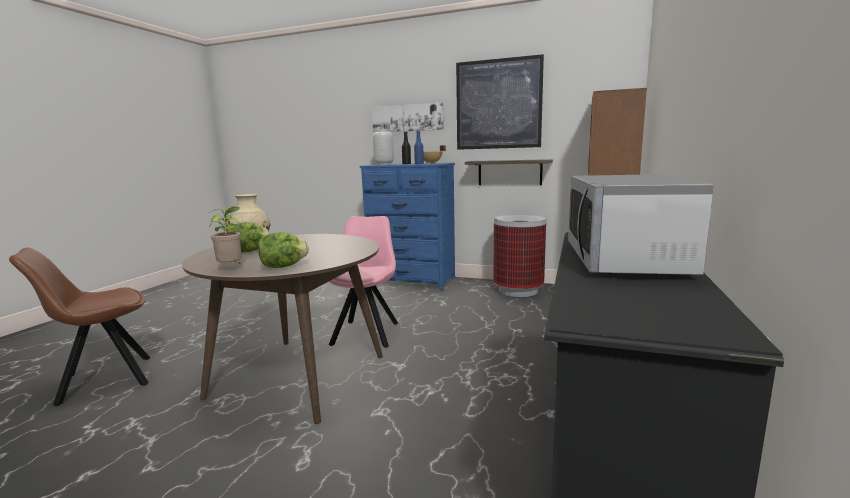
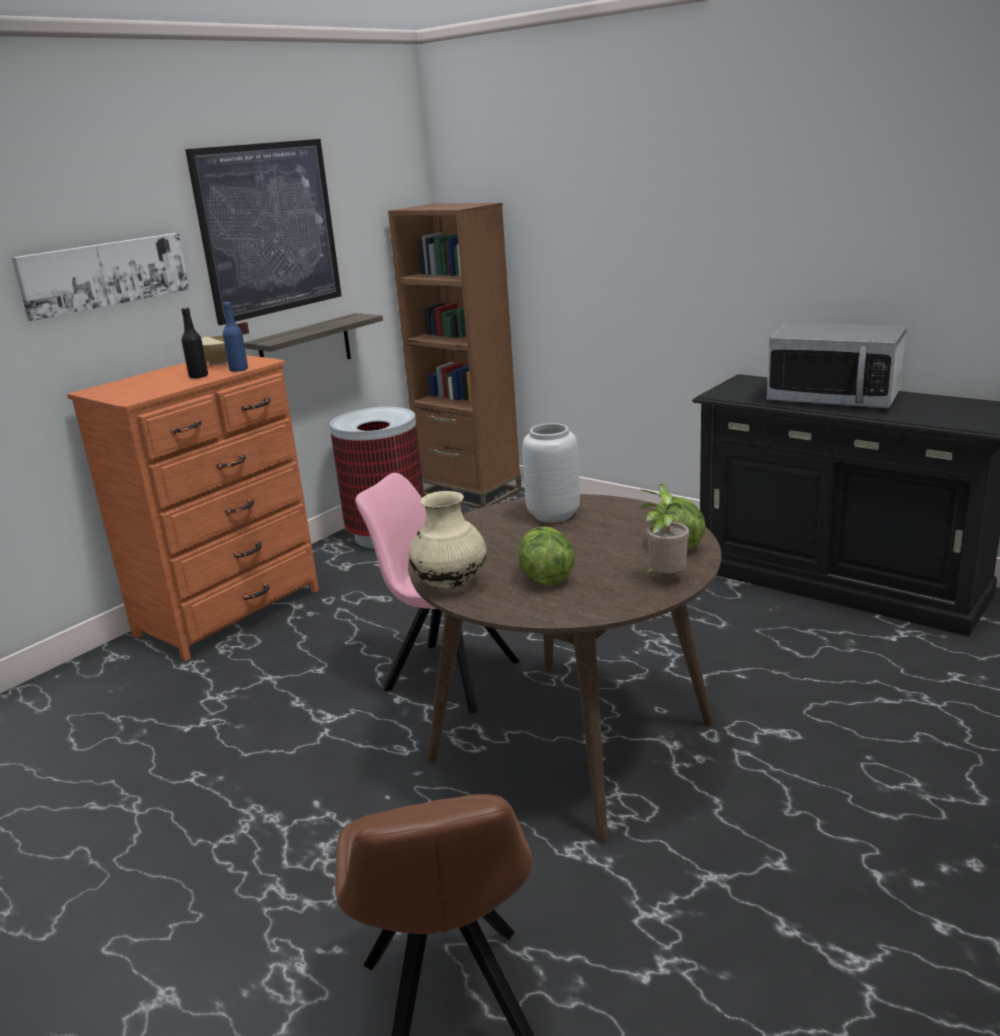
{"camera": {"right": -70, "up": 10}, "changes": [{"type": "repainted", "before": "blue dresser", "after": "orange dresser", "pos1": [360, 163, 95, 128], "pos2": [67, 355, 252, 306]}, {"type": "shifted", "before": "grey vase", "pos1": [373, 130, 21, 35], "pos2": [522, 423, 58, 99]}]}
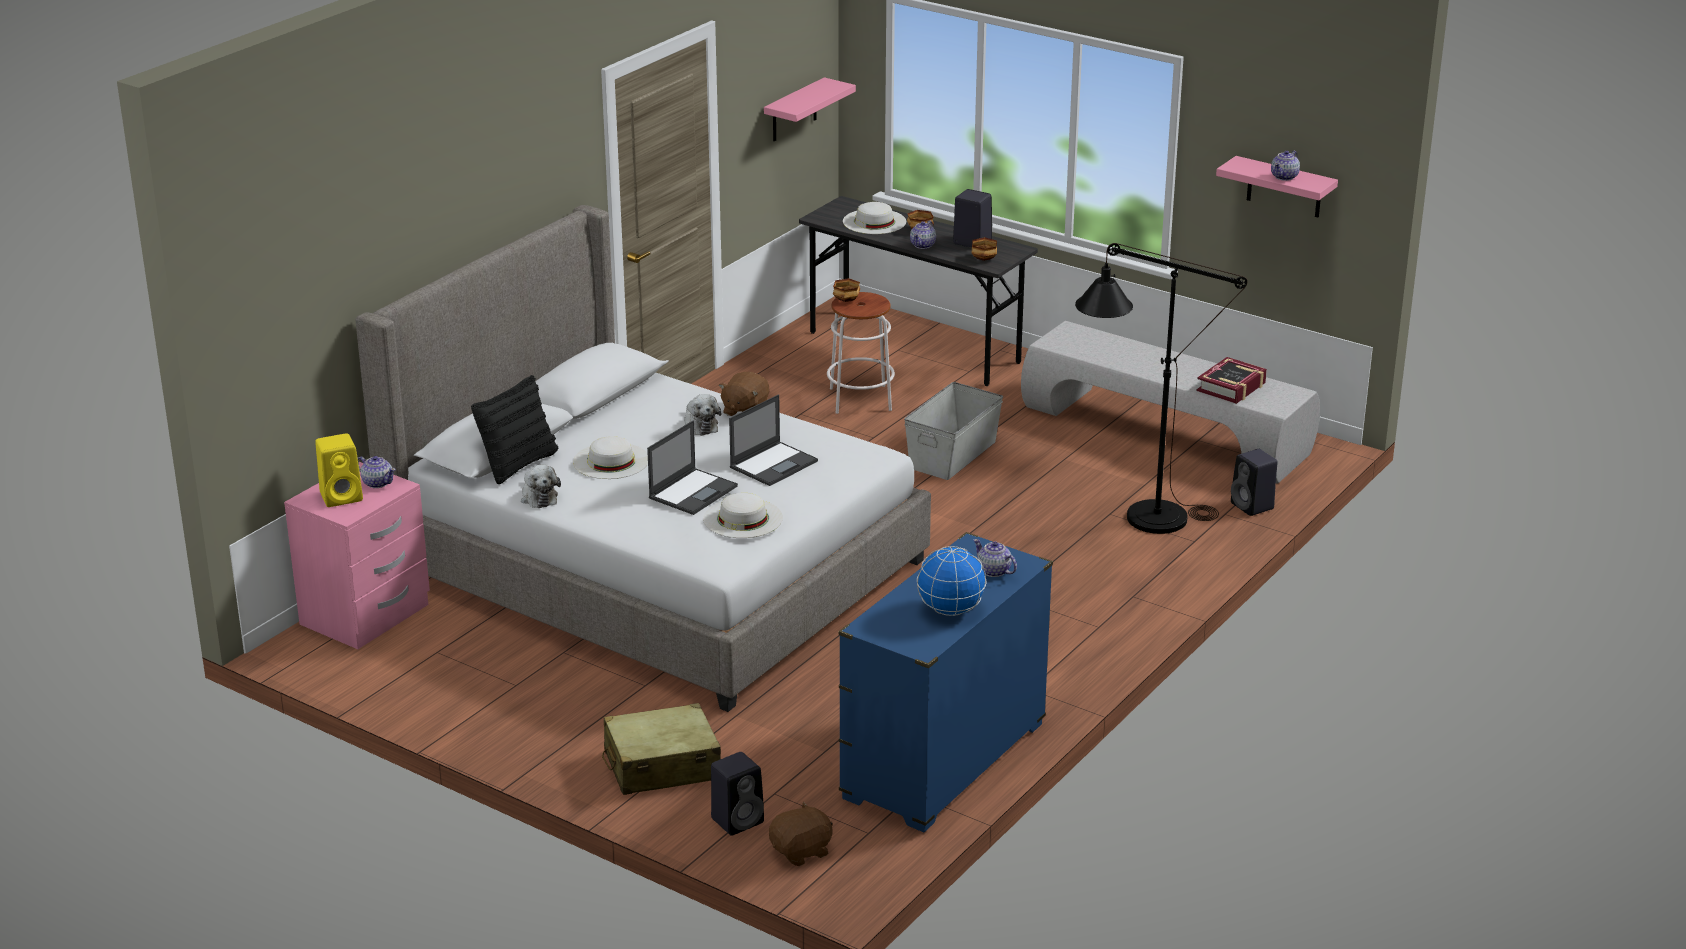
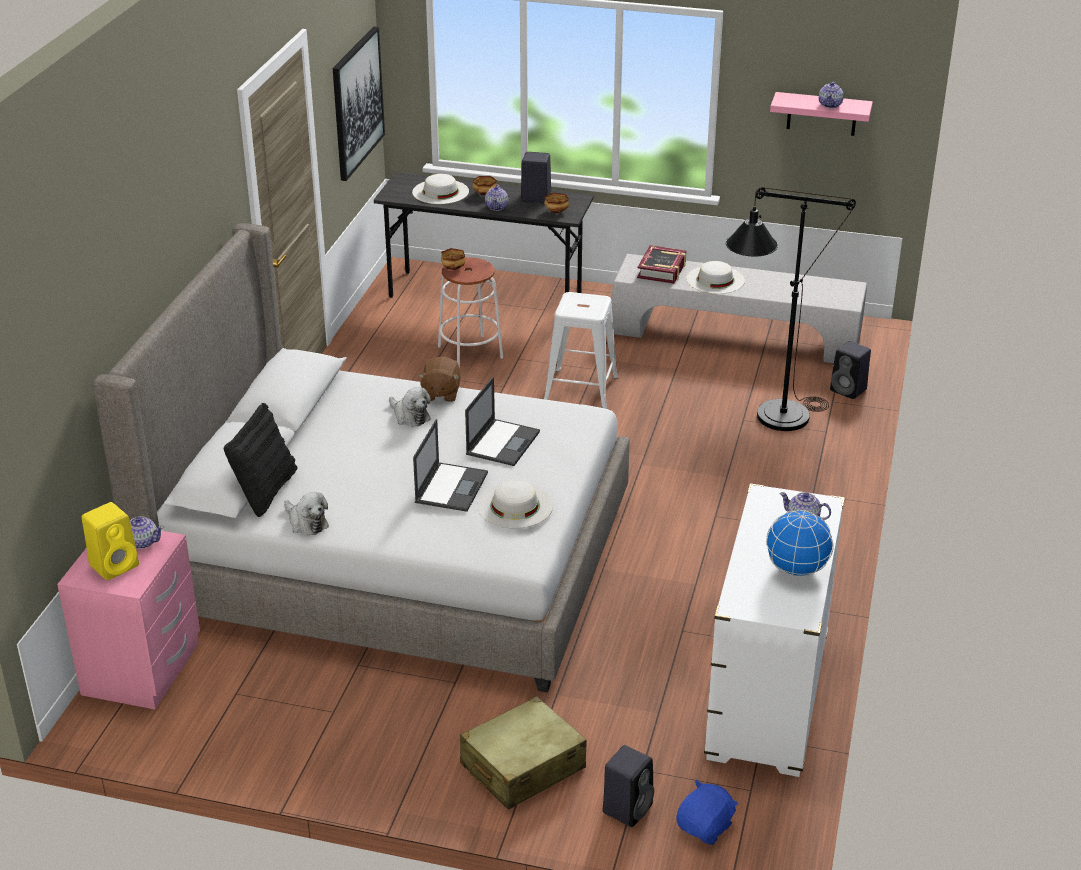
{"camera": {"right": -20, "up": 5}, "changes": [{"type": "swapped", "before": "pink shelf", "after": "picture", "pos1": [764, 77, 92, 64], "pos2": [333, 26, 52, 155]}, {"type": "swapped", "before": "grey storage box", "after": "white stool", "pos1": [904, 382, 99, 98], "pos2": [544, 292, 74, 117]}, {"type": "shifted", "before": "book", "pos1": [1197, 357, 70, 47], "pos2": [637, 245, 50, 39]}, {"type": "repainted", "before": "brown plush toy", "after": "blue plush toy", "pos1": [769, 802, 64, 65], "pos2": [677, 780, 61, 65]}, {"type": "shifted", "before": "white hat", "pos1": [573, 436, 75, 43], "pos2": [686, 261, 59, 33]}, {"type": "repainted", "before": "blue dresser", "after": "white dresser", "pos1": [839, 532, 214, 300], "pos2": [704, 483, 141, 294]}]}
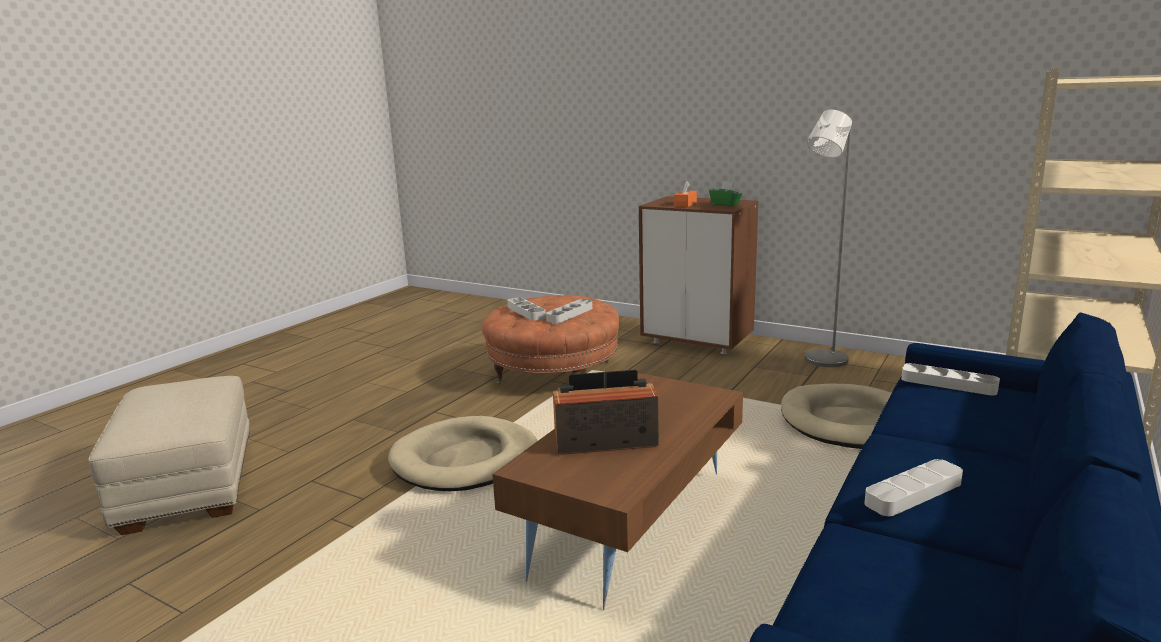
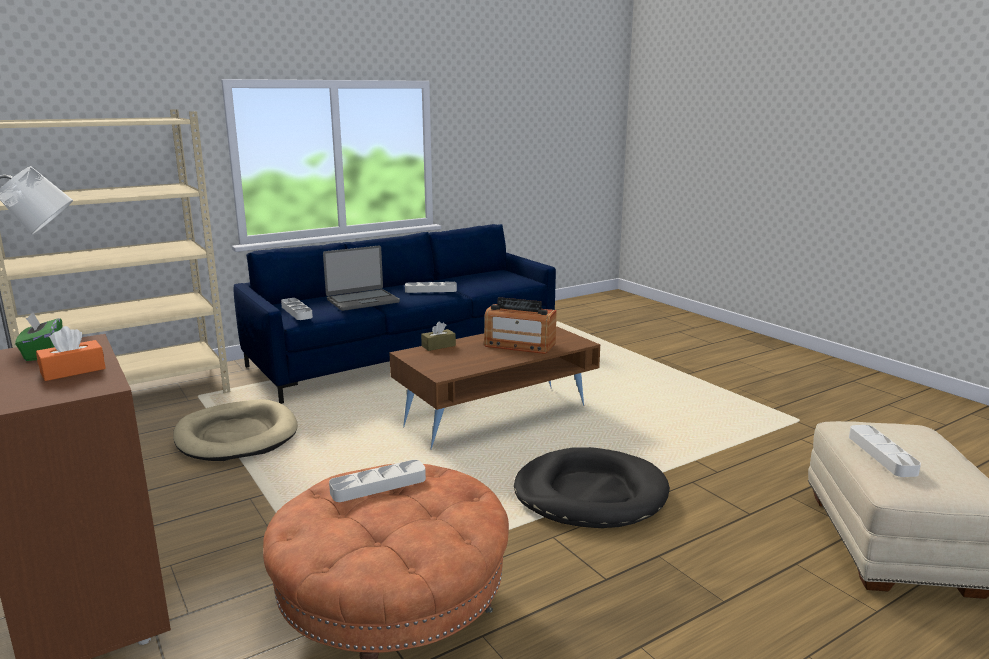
{"camera": {"right": -155, "up": 0}, "changes": [{"type": "new", "after": "laptop", "pos2": [323, 246, 77, 65]}, {"type": "new", "after": "brown tissue box", "pos2": [421, 321, 35, 30]}, {"type": "repainted", "before": "beige dog bed", "after": "black dog bed", "pos1": [388, 416, 150, 75], "pos2": [514, 447, 156, 81]}, {"type": "shifted", "before": "grey tray", "pos1": [507, 297, 39, 24], "pos2": [849, 425, 72, 52]}]}
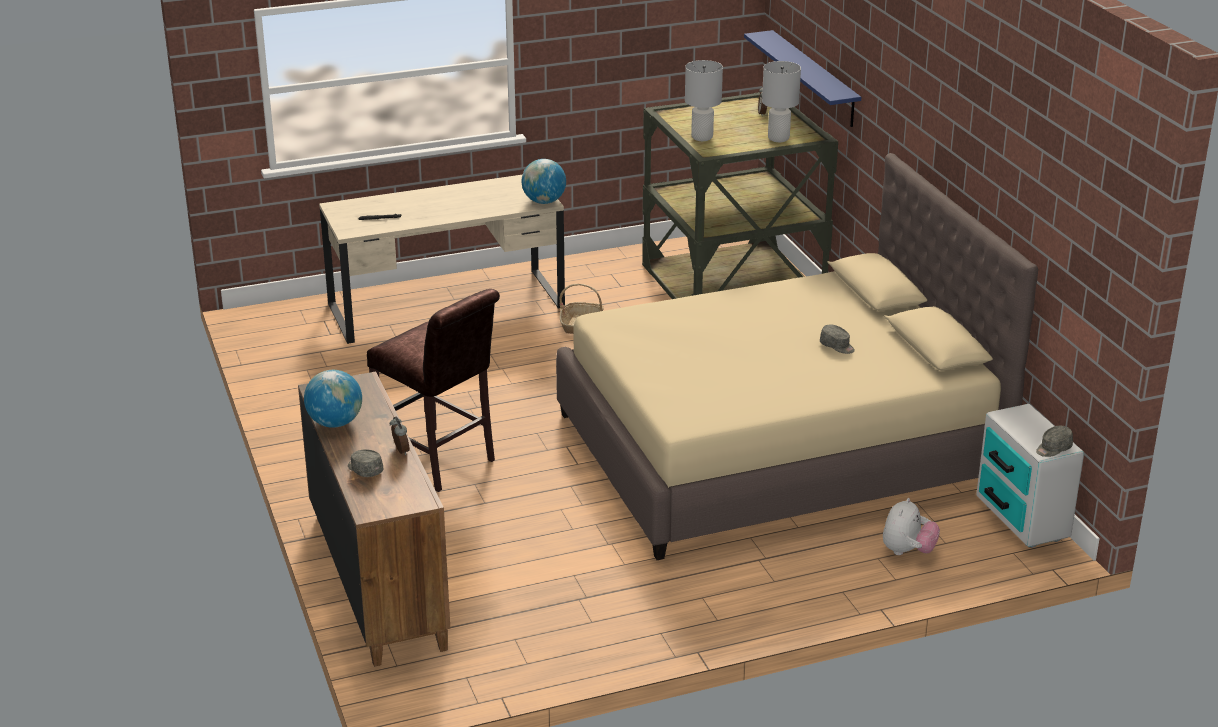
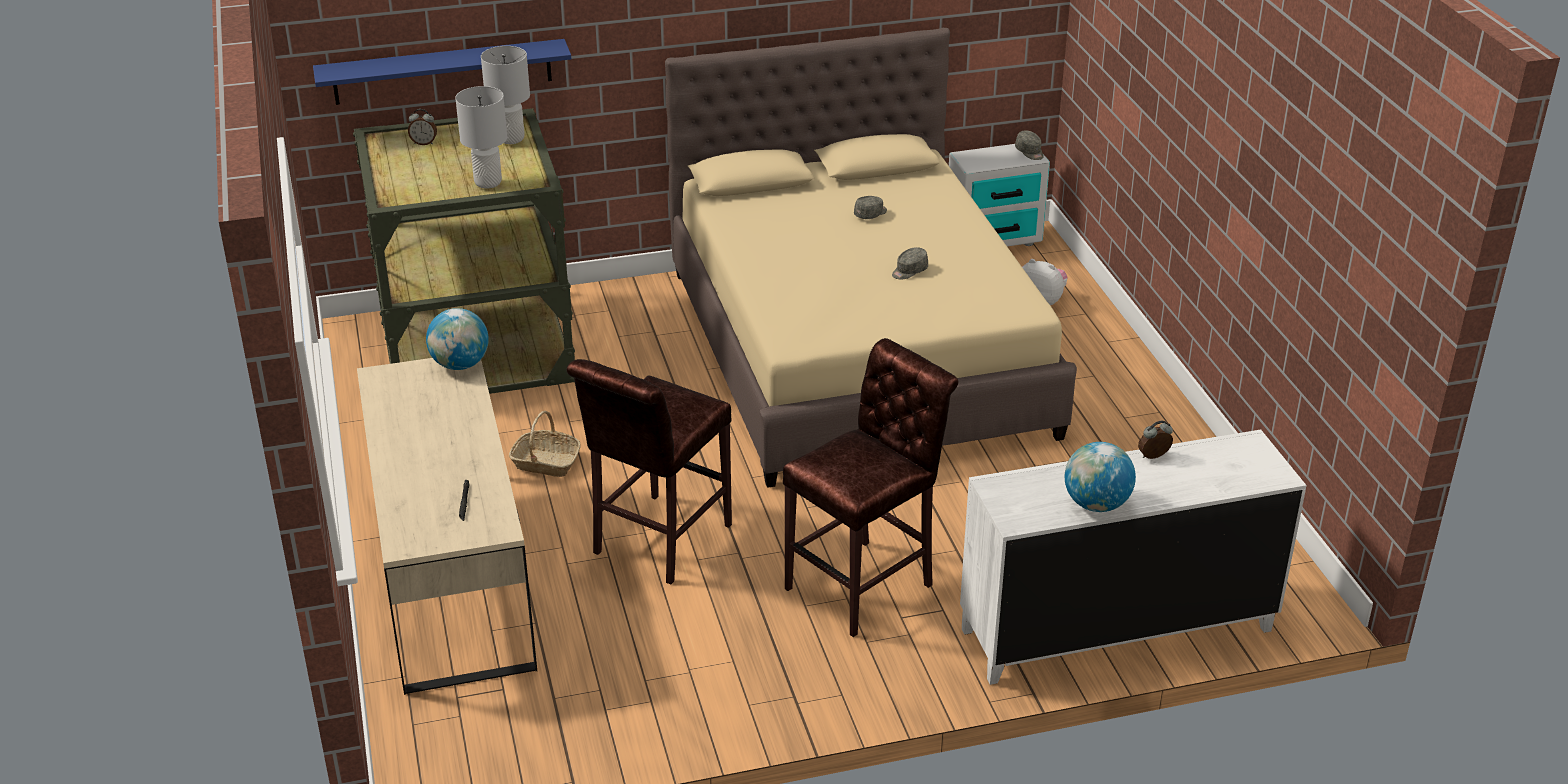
{"camera": {"right": -85, "up": 5}, "changes": [{"type": "new", "after": "brown stool", "pos2": [567, 359, 165, 226]}, {"type": "shifted", "before": "grey cap", "pos1": [348, 449, 36, 28], "pos2": [892, 247, 36, 33]}, {"type": "repainted", "before": "brown dresser", "after": "white dresser", "pos1": [298, 372, 152, 295], "pos2": [960, 430, 347, 255]}]}
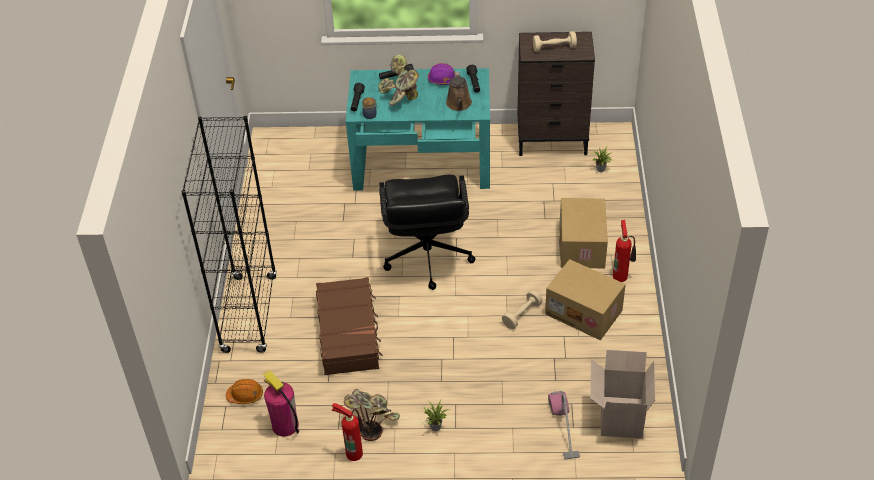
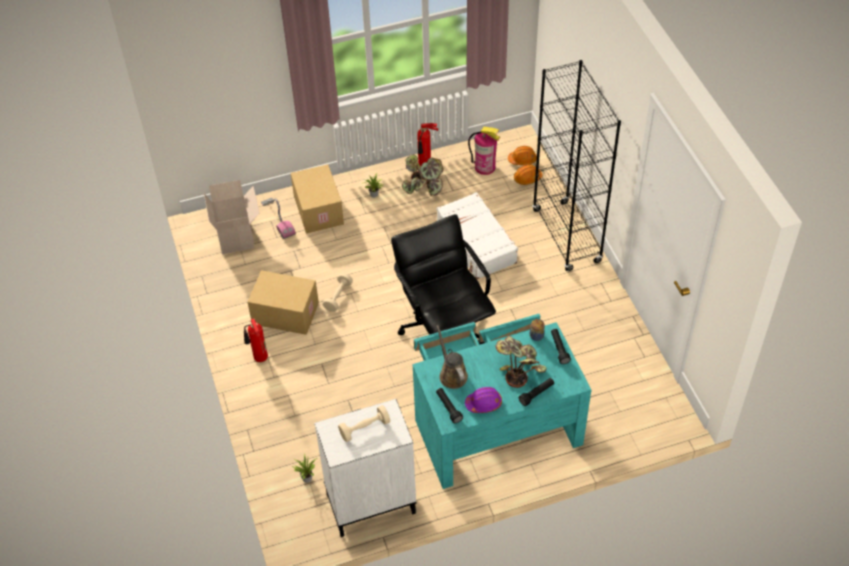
{"camera": {"right": 160, "up": 5}, "changes": [{"type": "shifted", "before": "cardboard box", "pos1": [559, 198, 49, 70], "pos2": [291, 164, 53, 69]}, {"type": "repainted", "before": "brown dresser", "after": "white dresser", "pos1": [517, 32, 78, 124], "pos2": [314, 399, 103, 138]}, {"type": "repainted", "before": "brown suitcase", "after": "white suitcase", "pos1": [316, 277, 67, 98], "pos2": [437, 192, 81, 87]}, {"type": "new", "after": "orange hard hat", "pos2": [508, 146, 29, 19]}]}
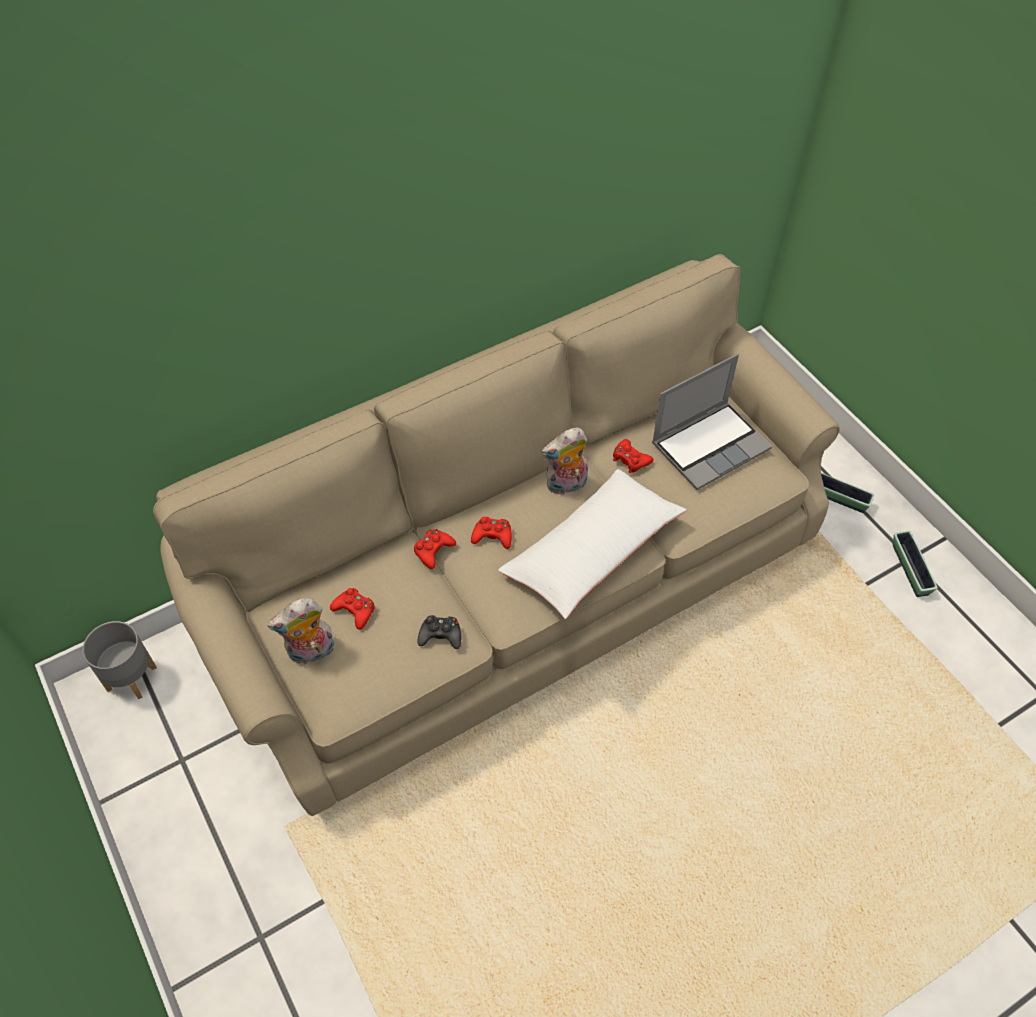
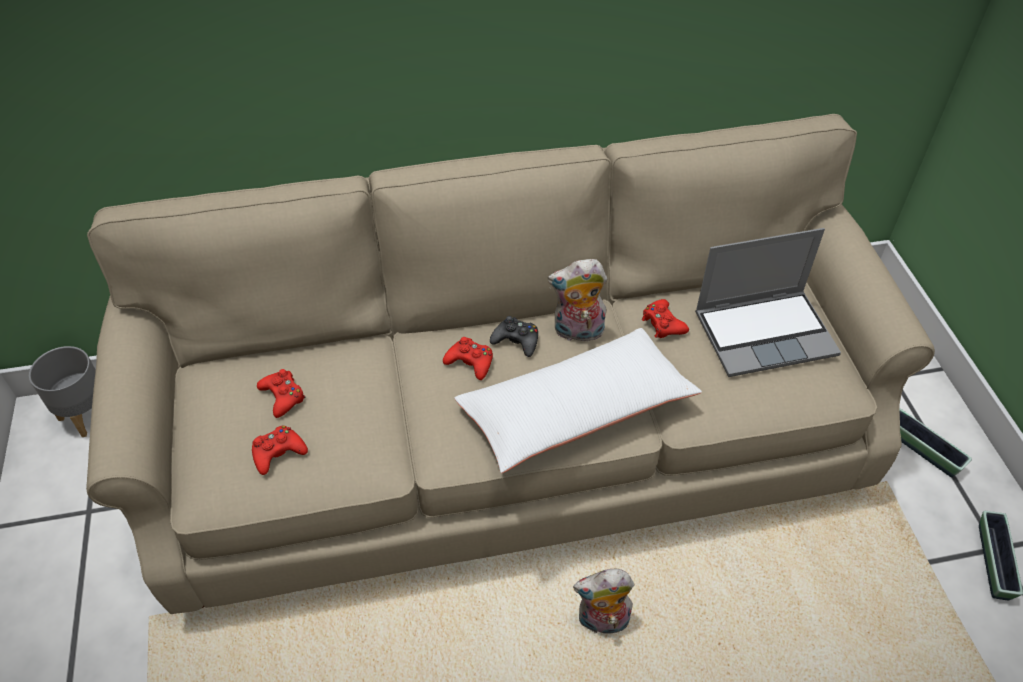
{"camera": {"right": 20, "up": -5}, "changes": [{"type": "shifted", "before": "red game controller", "pos1": [414, 529, 42, 40], "pos2": [252, 426, 56, 49]}, {"type": "shifted", "before": "black game controller", "pos1": [418, 615, 43, 34], "pos2": [490, 316, 48, 41]}, {"type": "shifted", "before": "plush toy", "pos1": [267, 598, 68, 66], "pos2": [573, 569, 61, 65]}]}
